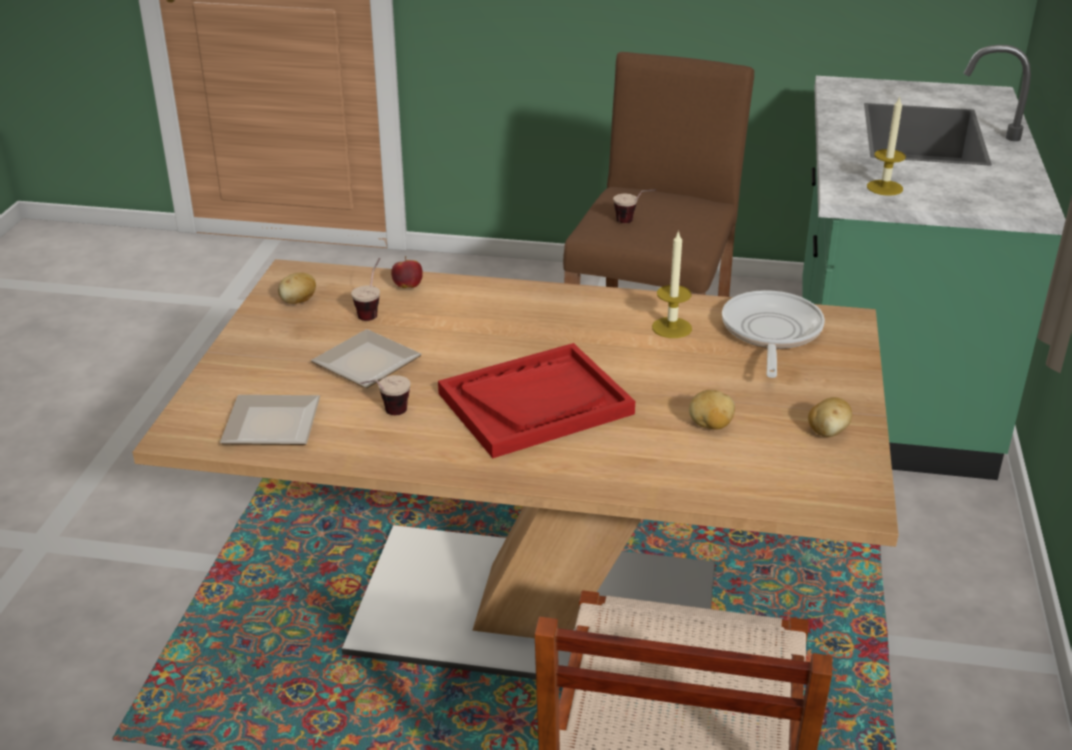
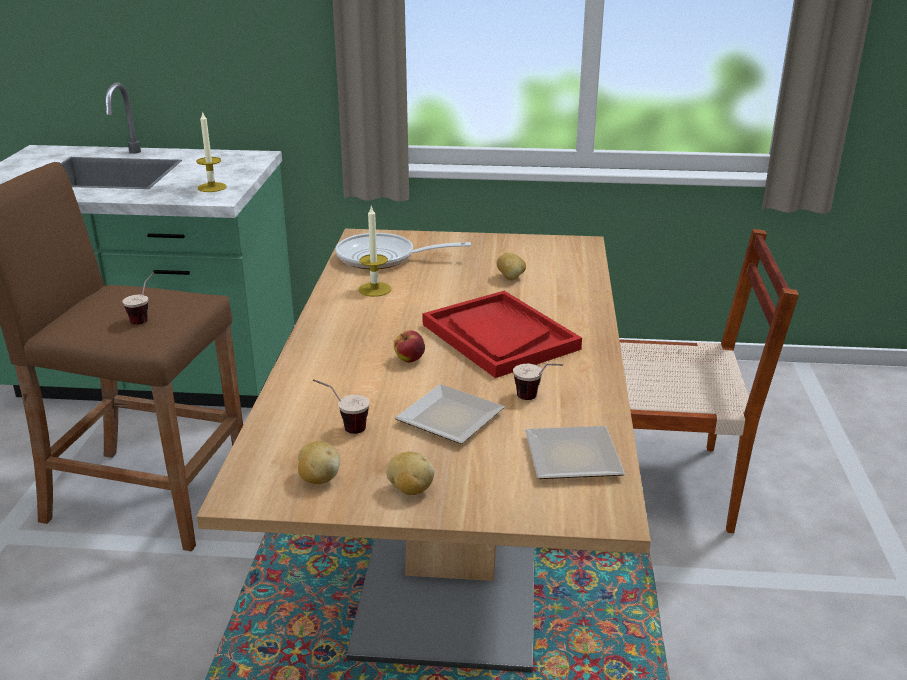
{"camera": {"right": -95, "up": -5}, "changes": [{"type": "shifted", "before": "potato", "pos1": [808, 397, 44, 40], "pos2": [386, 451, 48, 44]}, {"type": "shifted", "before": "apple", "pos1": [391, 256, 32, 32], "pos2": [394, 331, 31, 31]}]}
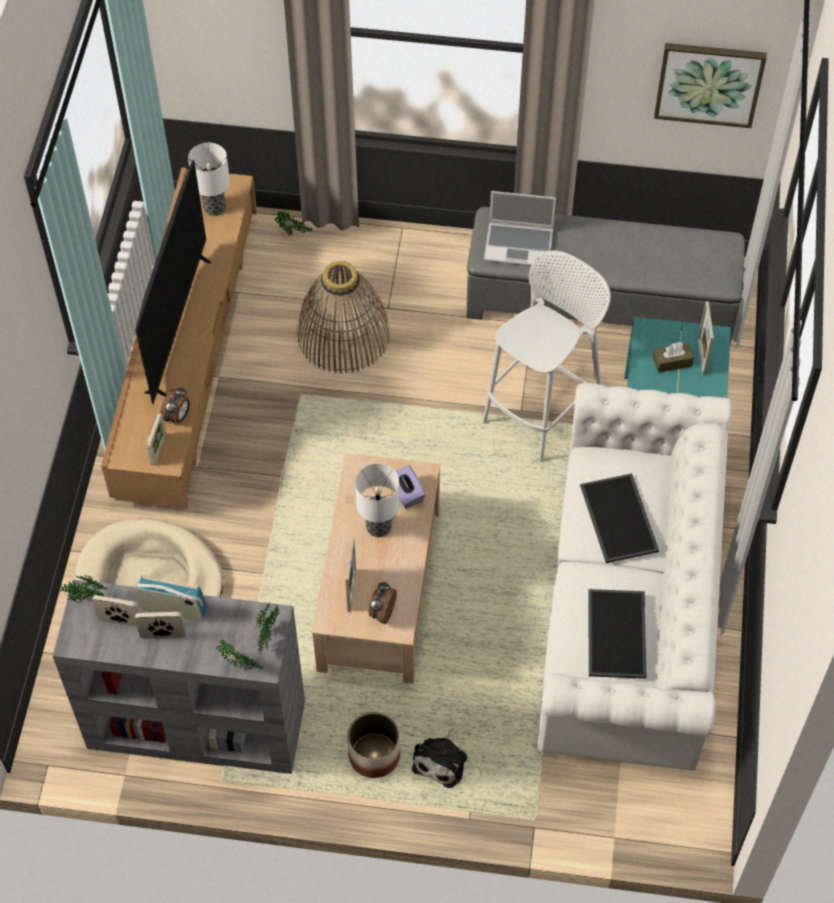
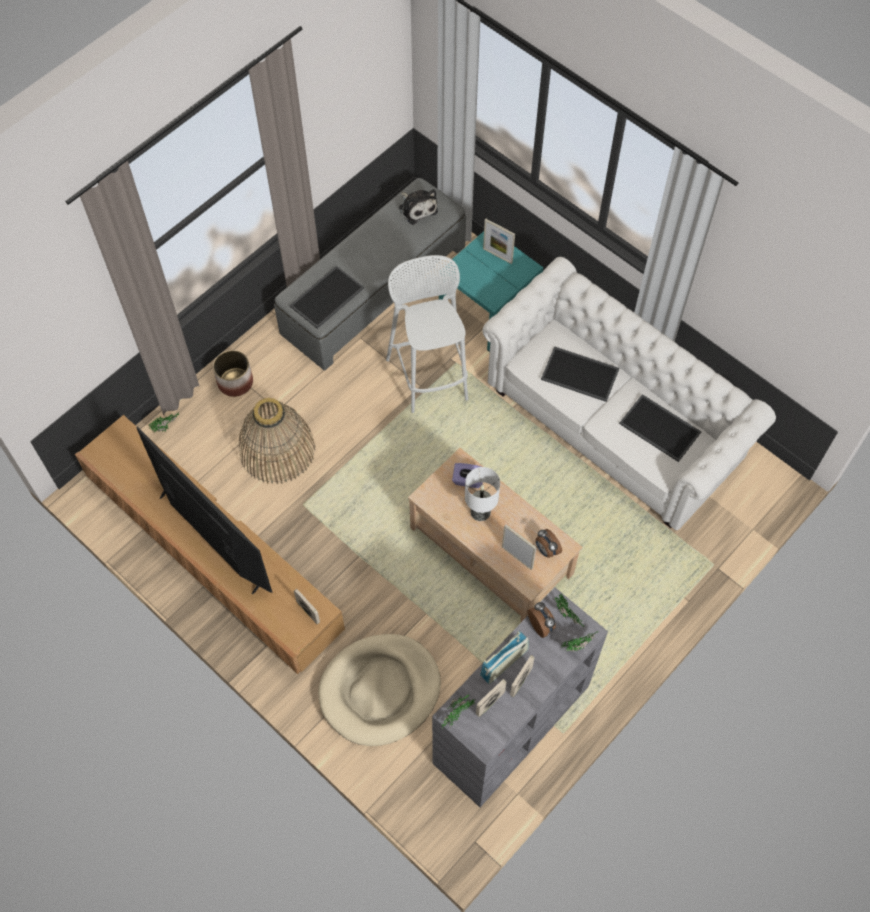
{"camera": {"right": -55, "up": 5}, "changes": [{"type": "shifted", "before": "planter", "pos1": [347, 712, 53, 66], "pos2": [213, 350, 40, 47]}, {"type": "swapped", "before": "laptop", "after": "tray", "pos1": [484, 191, 72, 76], "pos2": [289, 266, 75, 63]}, {"type": "shifted", "before": "plush toy", "pos1": [412, 729, 55, 59], "pos2": [399, 189, 39, 36]}, {"type": "shifted", "before": "alarm clock", "pos1": [160, 387, 30, 37], "pos2": [528, 602, 28, 36]}, {"type": "gone", "before": "table lamp", "pos1": [188, 143, 42, 73]}, {"type": "gone", "before": "brown tissue box", "pos1": [653, 342, 41, 31]}, {"type": "gone", "before": "picture", "pos1": [654, 43, 113, 85]}]}
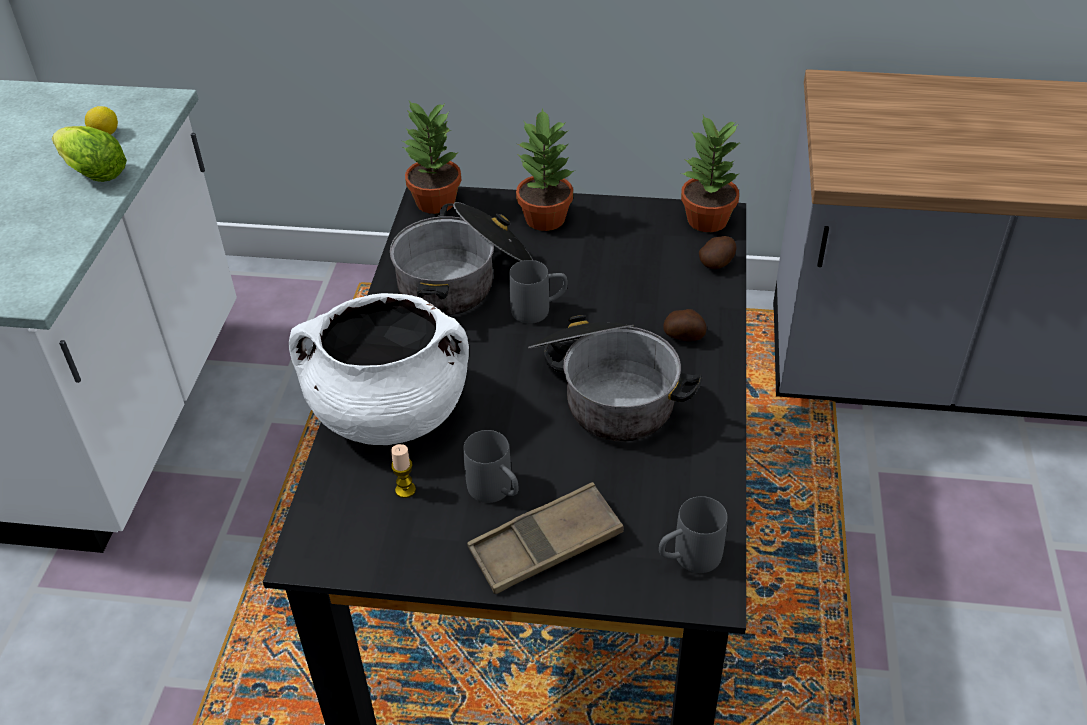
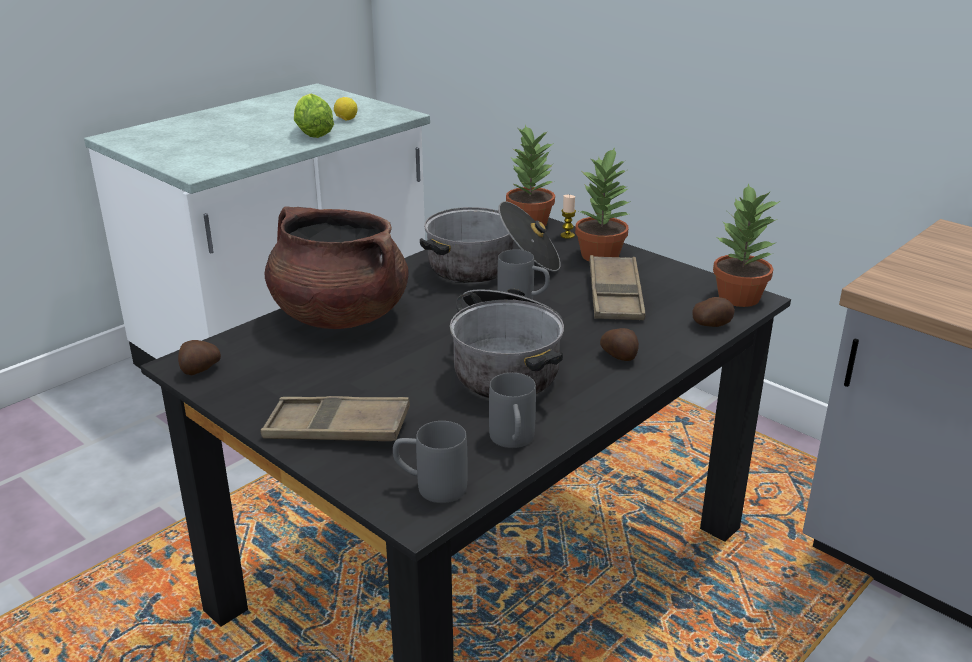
{"camera": {"right": 35, "up": -15}, "changes": [{"type": "new", "after": "potato", "pos2": [178, 340, 43, 35]}, {"type": "repainted", "before": "white cooking pot", "after": "brown cooking pot", "pos1": [289, 293, 180, 152], "pos2": [264, 206, 145, 123]}, {"type": "shifted", "before": "grey mug", "pos1": [463, 430, 55, 73], "pos2": [489, 373, 47, 75]}, {"type": "shifted", "before": "candle", "pos1": [391, 444, 25, 54], "pos2": [561, 195, 15, 44]}, {"type": "new", "after": "brown tray", "pos2": [590, 255, 55, 65]}]}
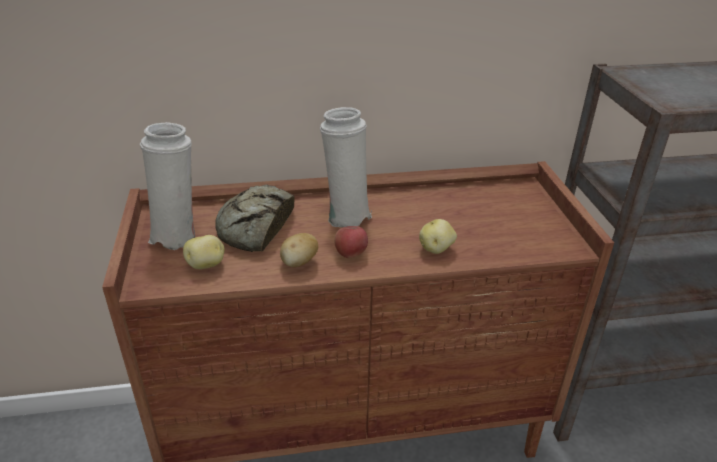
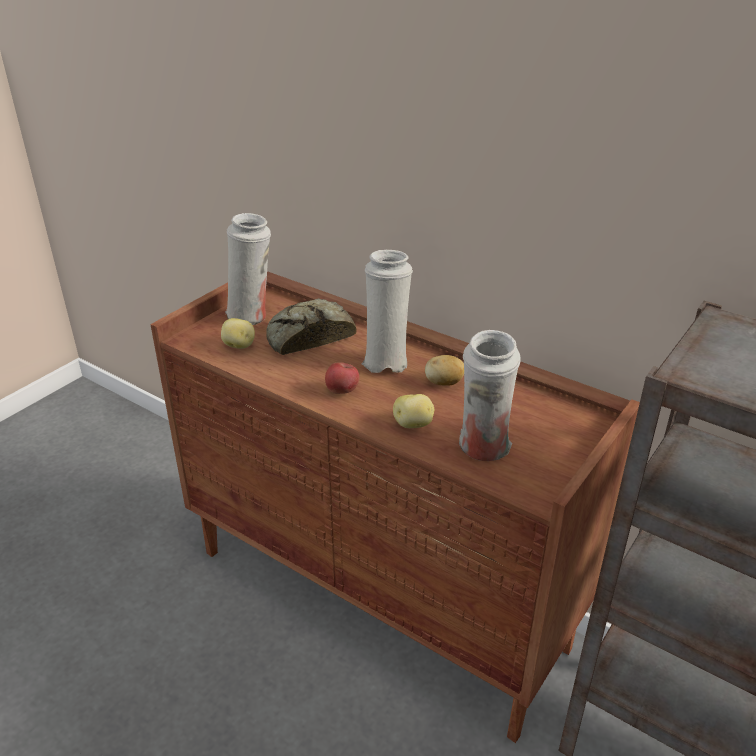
{"camera": {"right": 45, "up": 0}, "changes": [{"type": "shifted", "before": "potato", "pos1": [280, 233, 38, 34], "pos2": [425, 355, 39, 31]}, {"type": "new", "after": "white vase", "pos2": [459, 330, 62, 131]}]}
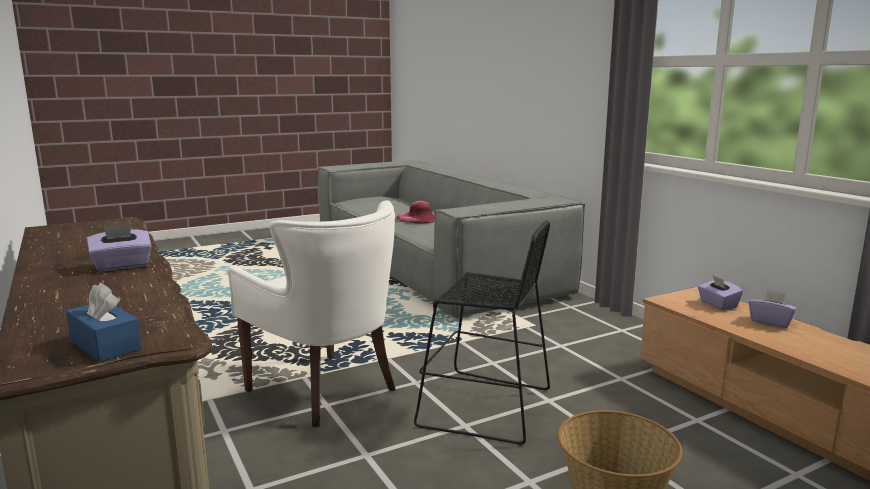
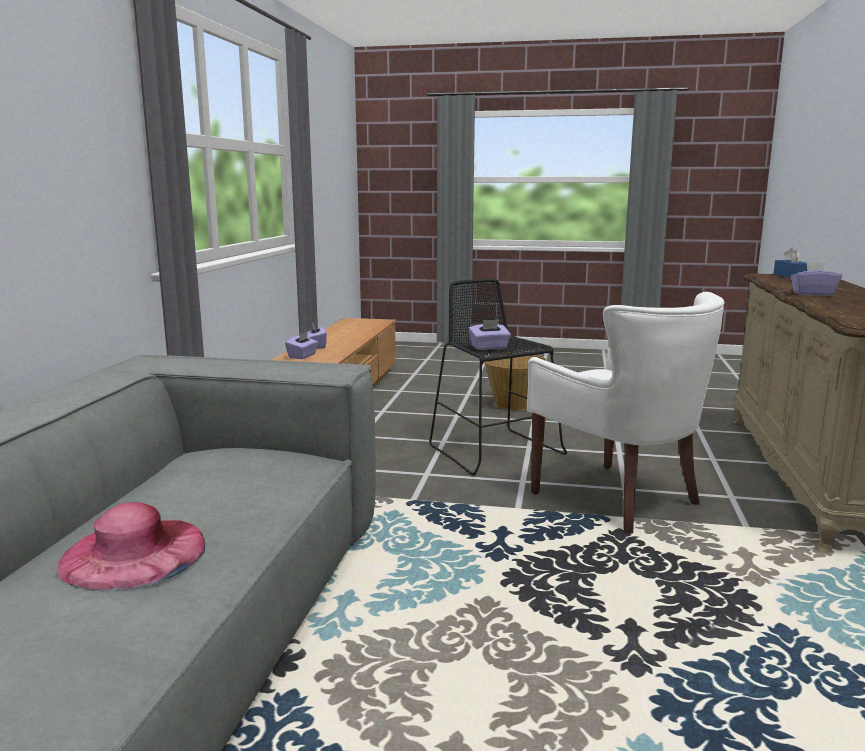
{"camera": {"right": -140, "up": 0}, "changes": [{"type": "new", "after": "purple tissue box", "pos2": [468, 320, 43, 30]}, {"type": "rotated", "before": "white armchair", "pos1": [228, 200, 168, 227], "pos2": [527, 292, 197, 242], "turn": 150}]}
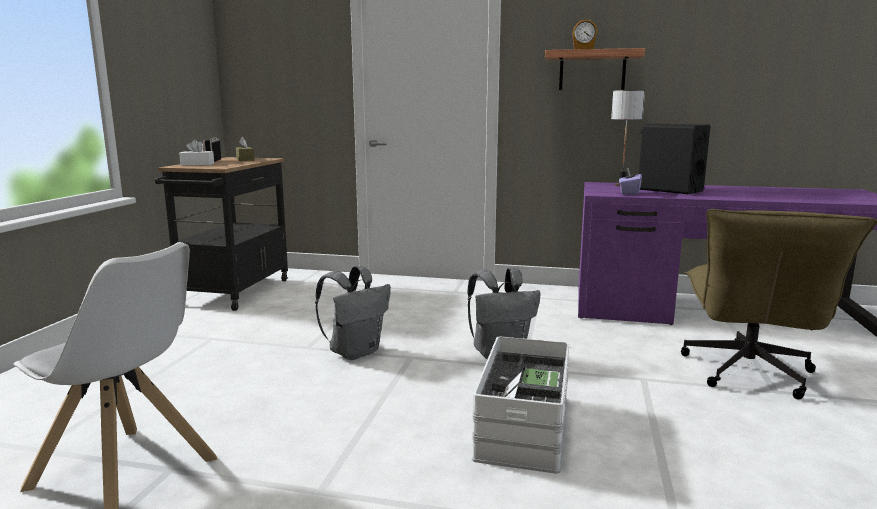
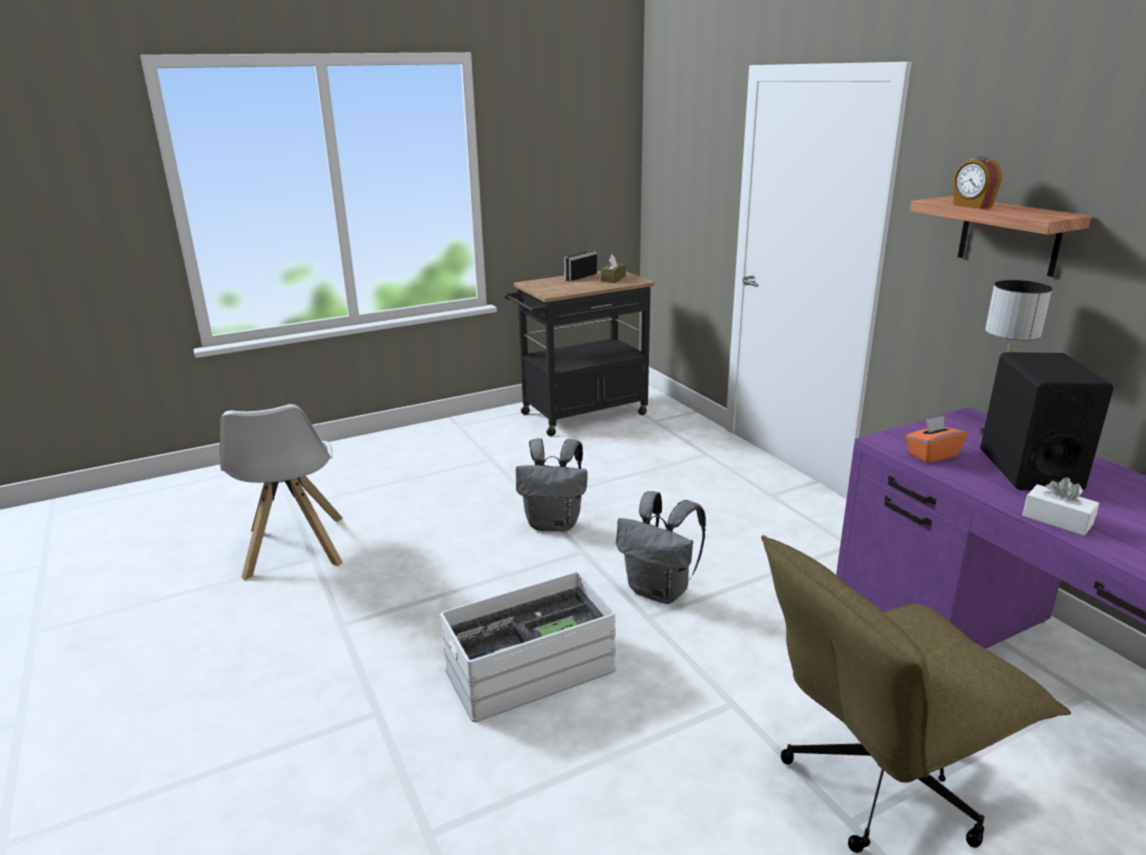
{"camera": {"right": 50, "up": 10}, "changes": [{"type": "repainted", "before": "purple tissue box", "after": "orange tissue box", "pos1": [619, 168, 23, 27], "pos2": [906, 416, 62, 47]}, {"type": "shifted", "before": "white tissue box", "pos1": [179, 140, 35, 25], "pos2": [1022, 477, 77, 59]}]}
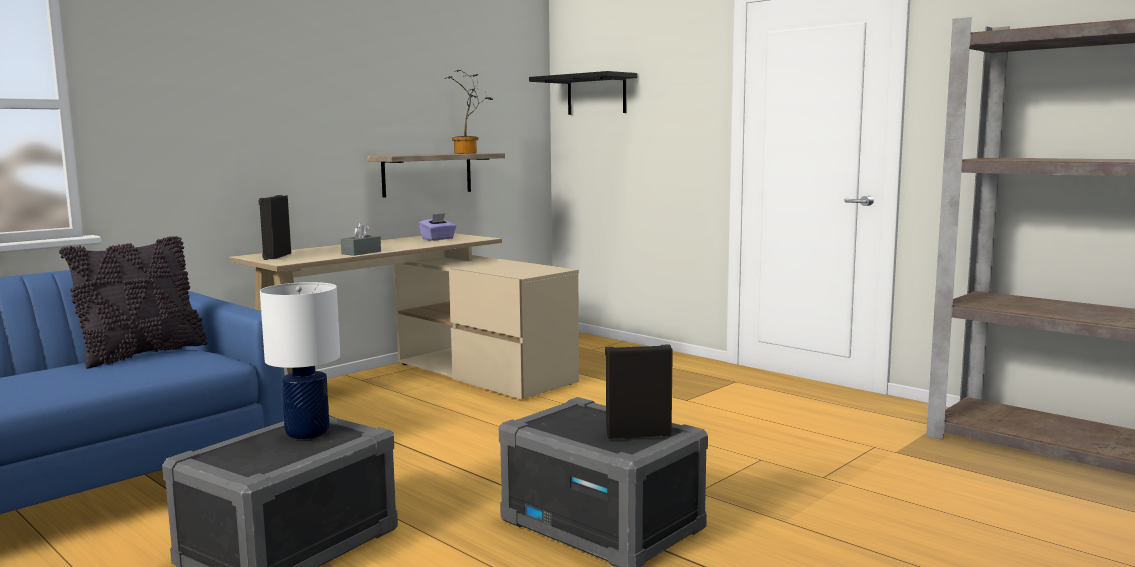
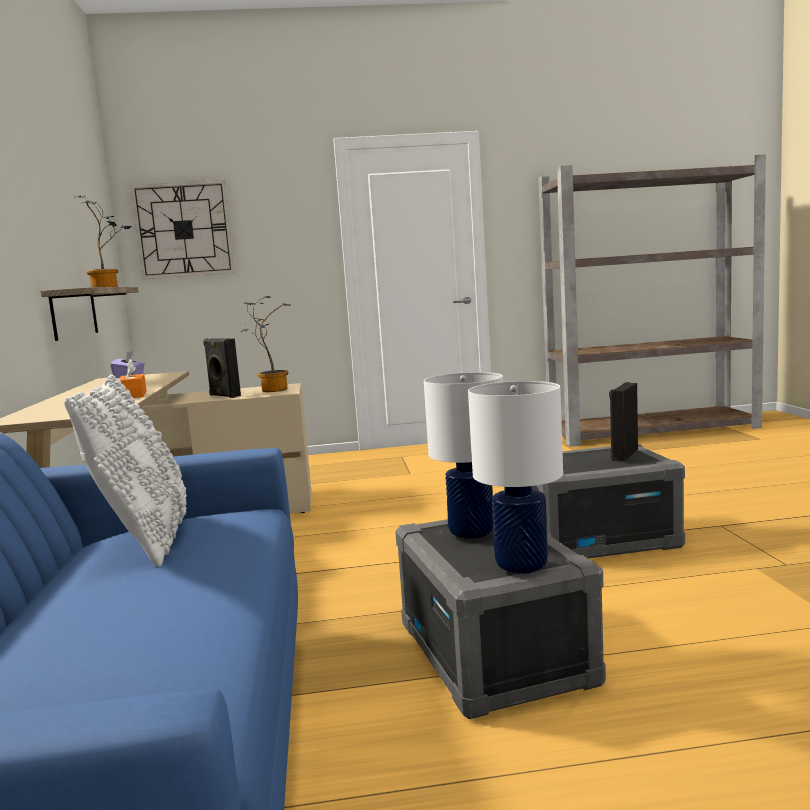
{"camera": {"right": -50, "up": 0}, "changes": [{"type": "repainted", "before": "black pillow", "after": "white pillow", "pos1": [59, 236, 149, 133], "pos2": [64, 375, 123, 192]}, {"type": "repainted", "before": "grey tissue box", "after": "orange tissue box", "pos1": [341, 222, 40, 34], "pos2": [119, 359, 27, 39]}, {"type": "swapped", "before": "black shelf", "after": "wall clock", "pos1": [529, 71, 108, 44], "pos2": [130, 180, 105, 99]}, {"type": "shifted", "before": "black speaker", "pos1": [259, 195, 32, 65], "pos2": [203, 338, 38, 60]}, {"type": "new", "after": "potted plant", "pos2": [241, 296, 48, 96]}, {"type": "new", "after": "white table lamp", "pos2": [468, 381, 95, 193]}]}
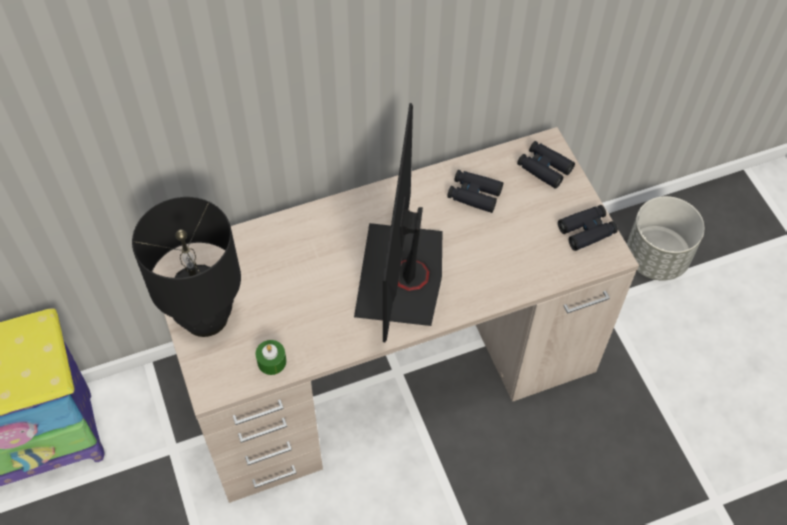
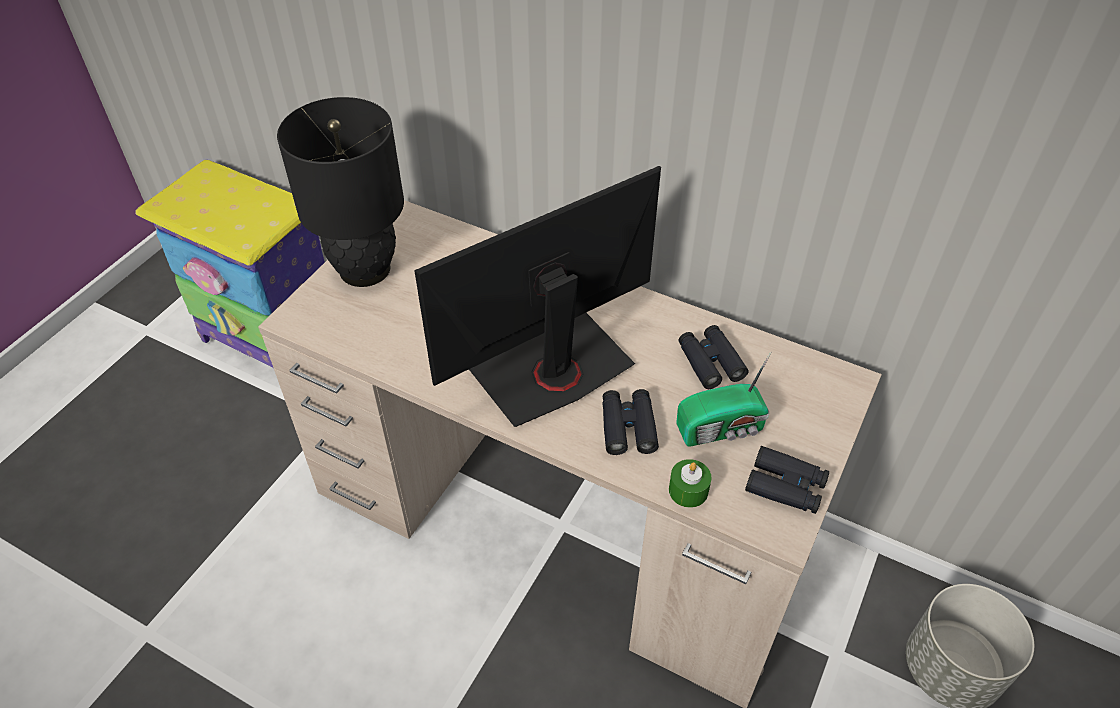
{"camera": {"right": 50, "up": -10}, "changes": [{"type": "shifted", "before": "black binoculars", "pos1": [517, 141, 58, 48], "pos2": [602, 389, 57, 66]}, {"type": "shifted", "before": "green candle", "pos1": [256, 340, 30, 35], "pos2": [669, 459, 43, 49]}, {"type": "new", "after": "radio", "pos2": [676, 351, 96, 96]}]}
